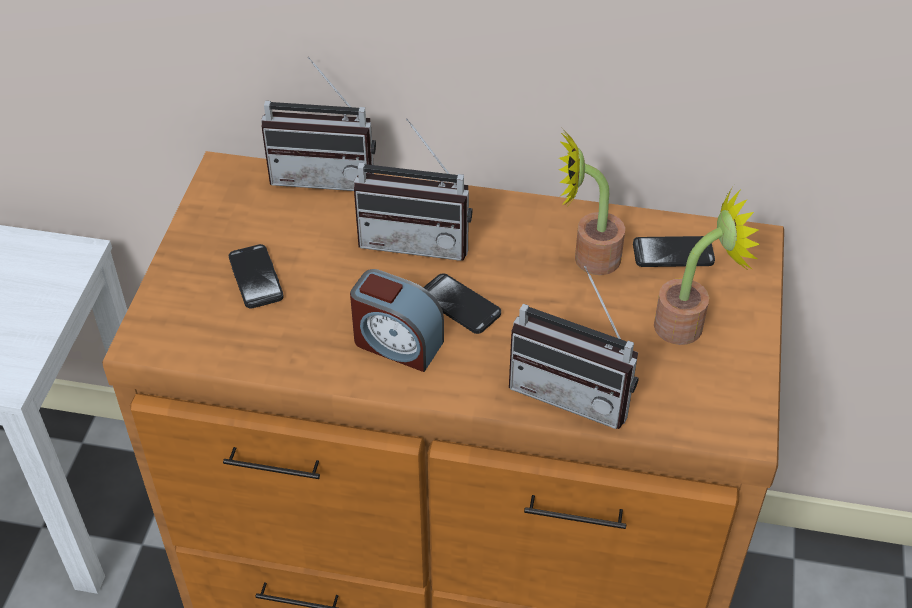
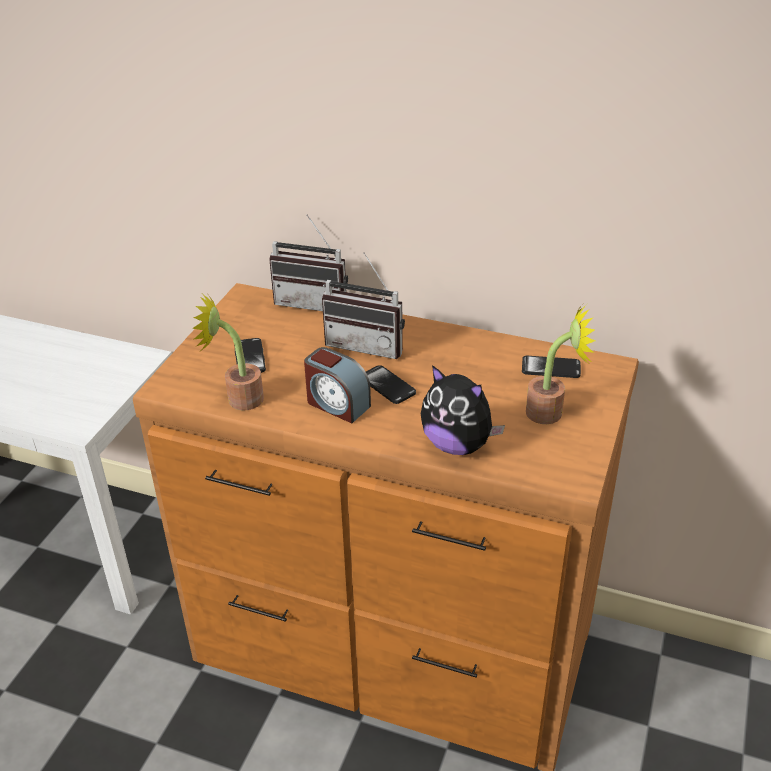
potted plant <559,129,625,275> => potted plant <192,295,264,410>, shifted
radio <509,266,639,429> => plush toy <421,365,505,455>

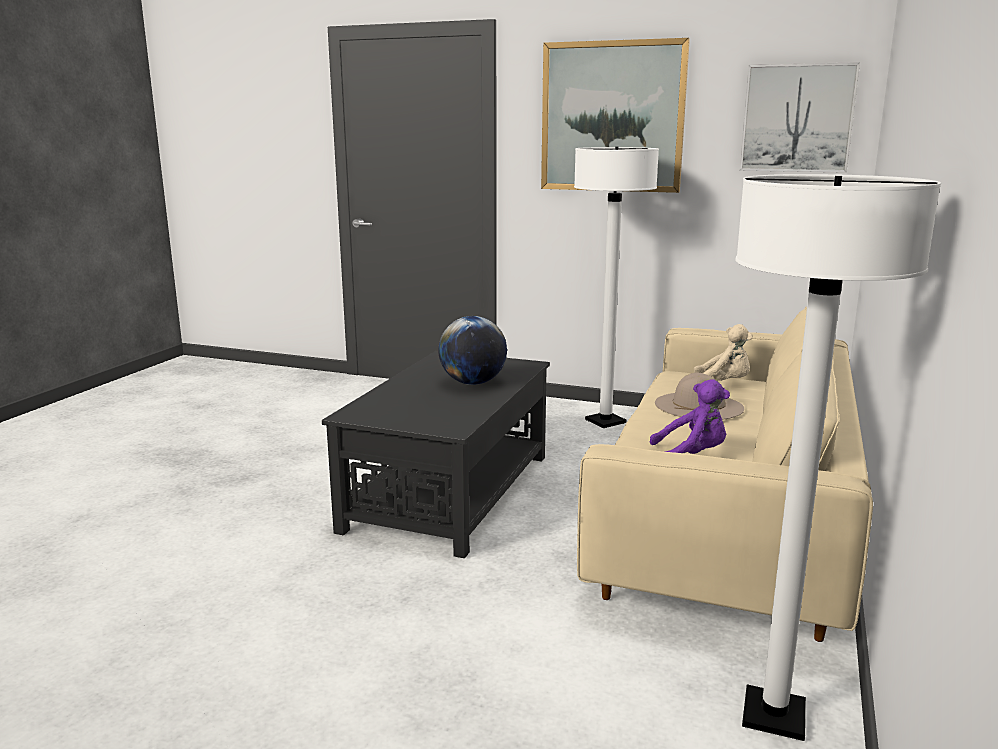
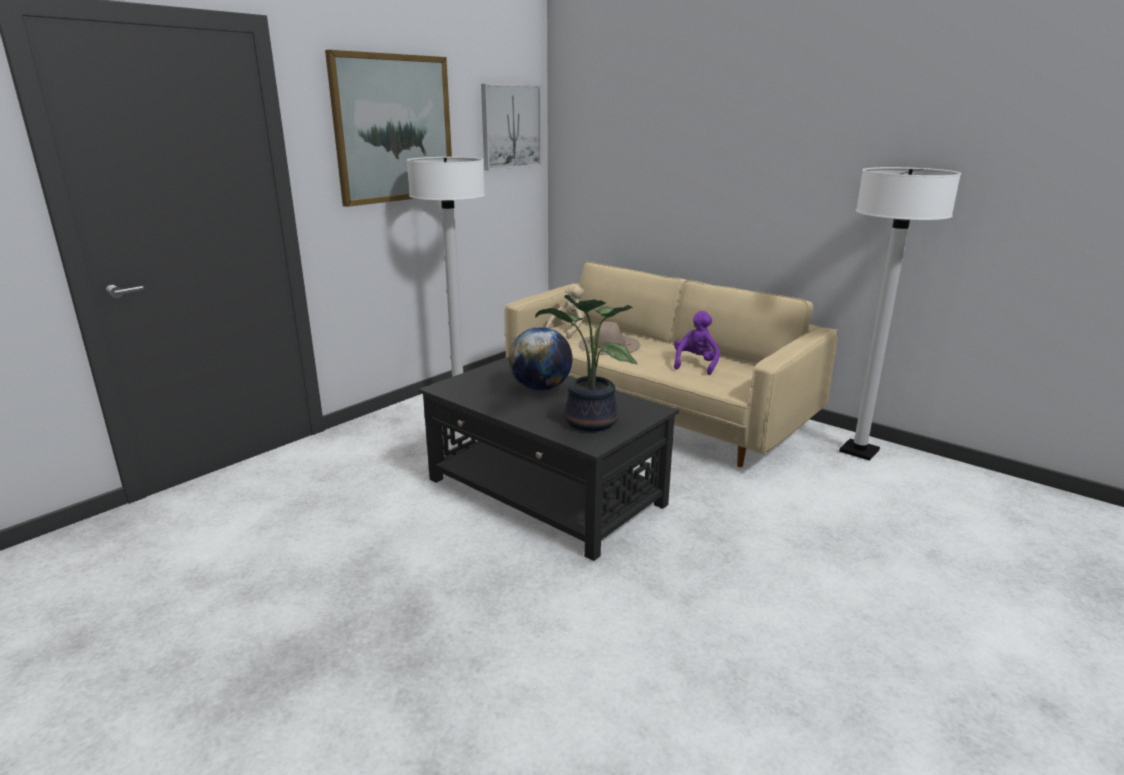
nothing => potted plant <535,295,637,432>

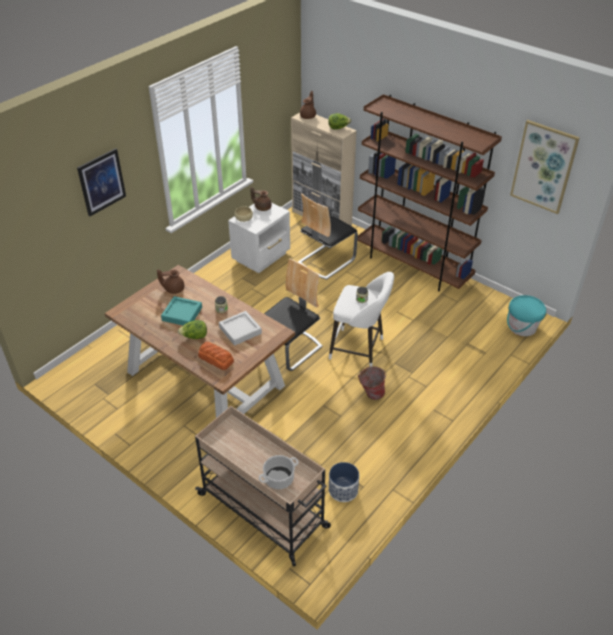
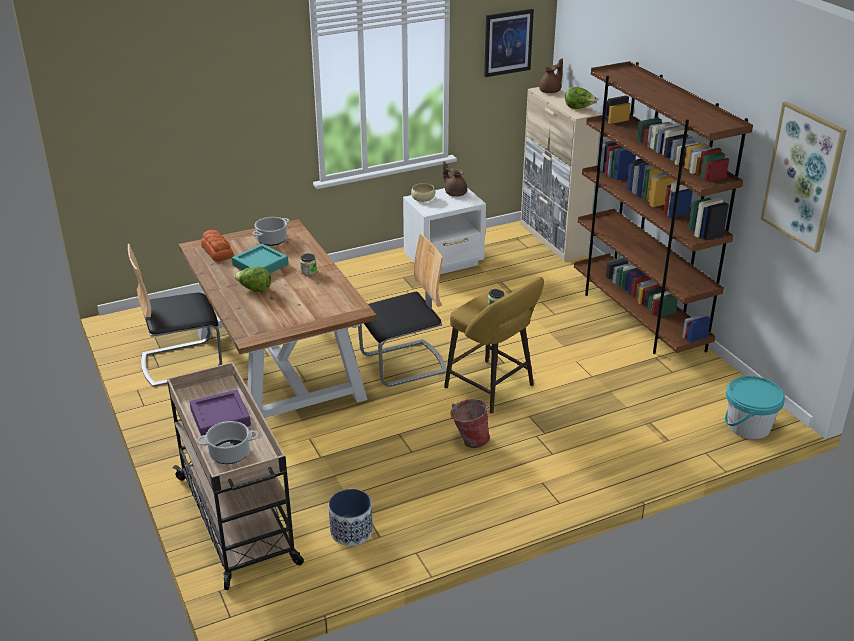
grey tray <219,311,262,346> => nothing
nothing => purple tray <190,390,251,436>
picture <77,148,126,216> => picture <484,9,534,77>, shifted
bread <198,342,234,370> => bread <201,230,234,261>, shifted
chair <298,194,358,280> => chair <128,244,222,387>, shifted
brown teapot <157,269,184,294> => cooking pot <252,217,289,246>
white stool <329,272,394,367> => yellow stool <444,277,544,414>

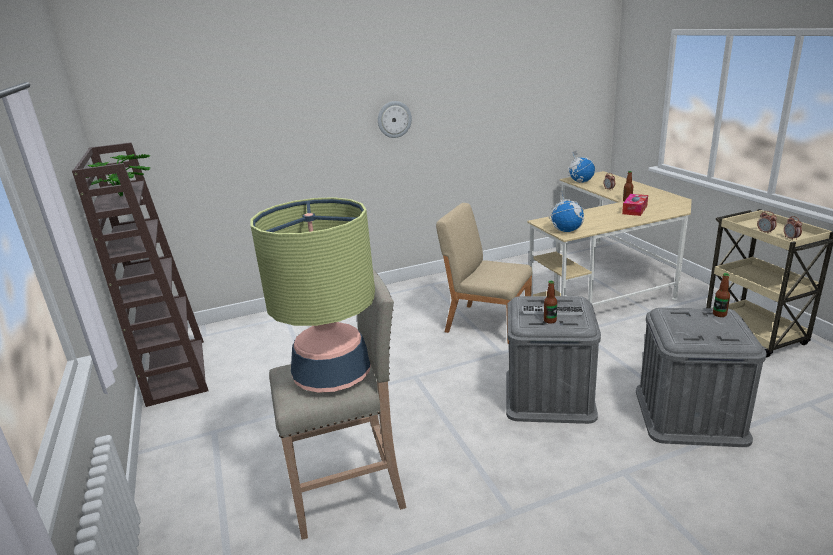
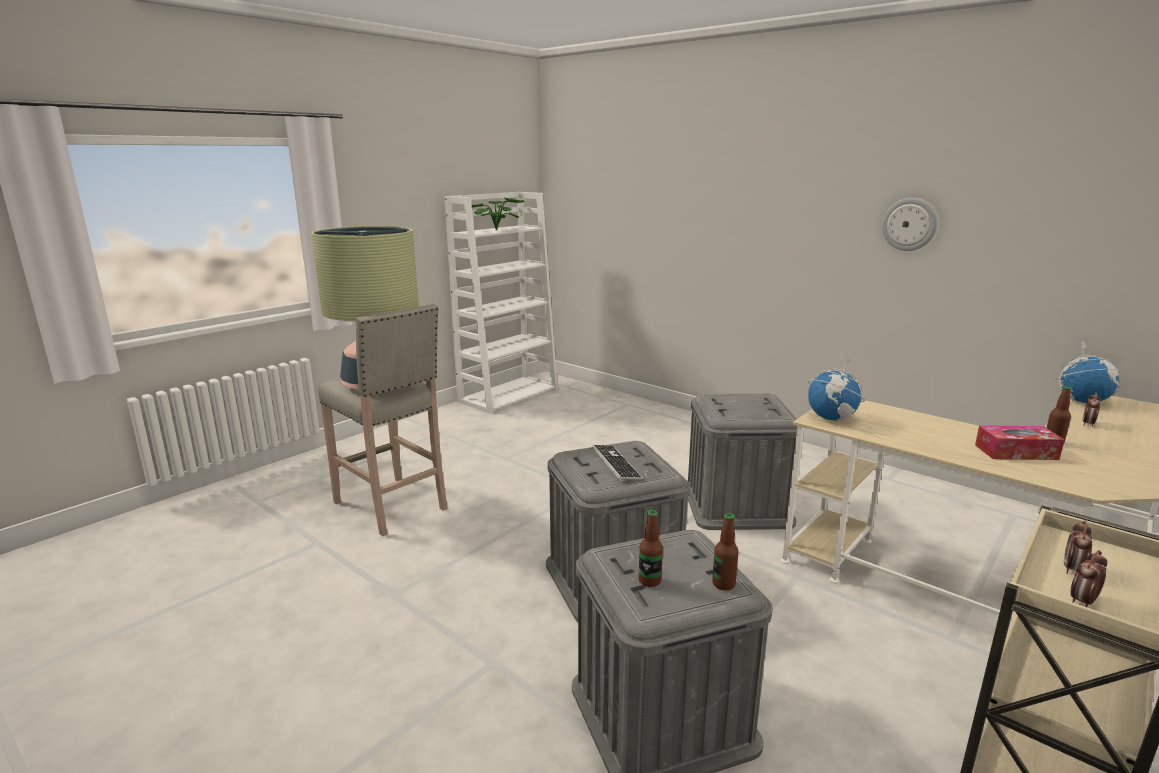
wall clock <378,101,412,138> => wall clock <882,198,938,251>, shifted
bottle <544,281,557,324> => bottle <639,510,663,587>, shifted
beige chair <436,203,533,344> => grey storage box <688,393,797,530>
brown bookcase <72,142,208,407> => white bookcase <444,192,558,414>

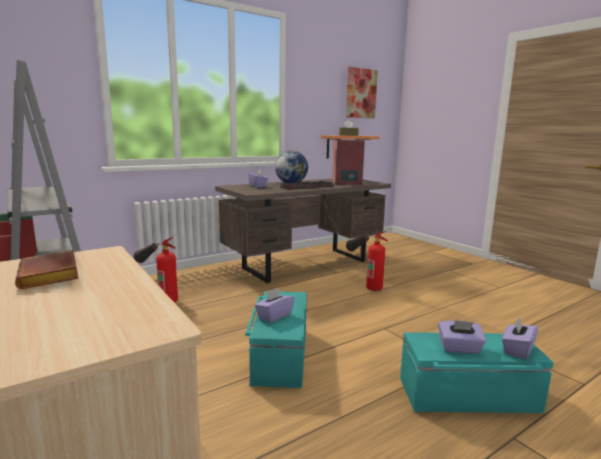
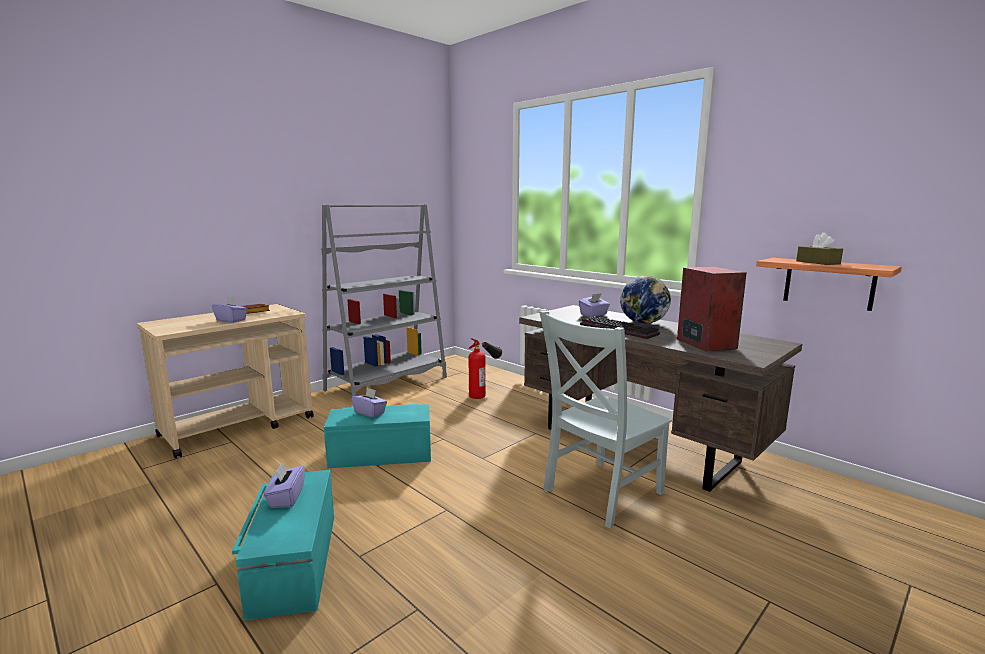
picture <346,67,378,118> => nothing
purple tissue box <502,317,538,360> => purple tissue box <212,297,248,323>, shifted
fire extinguisher <346,231,388,291> => grey chair <539,311,672,528>

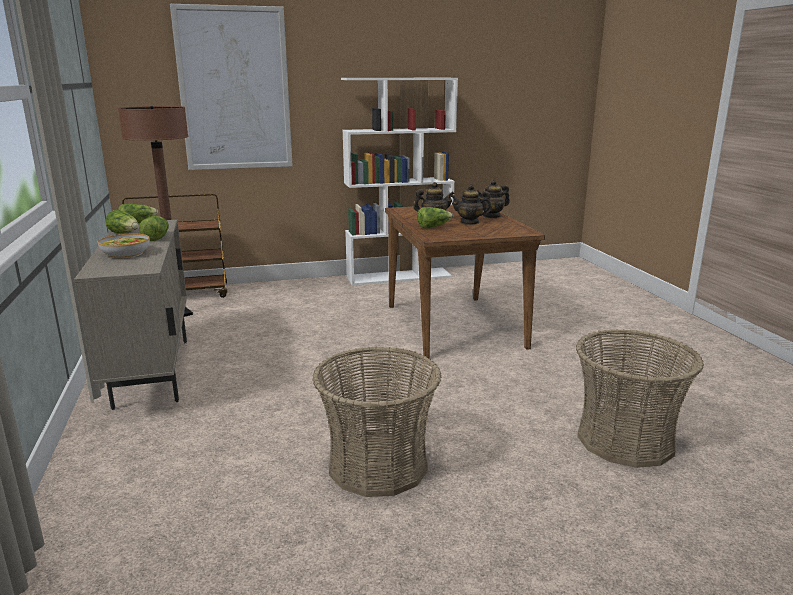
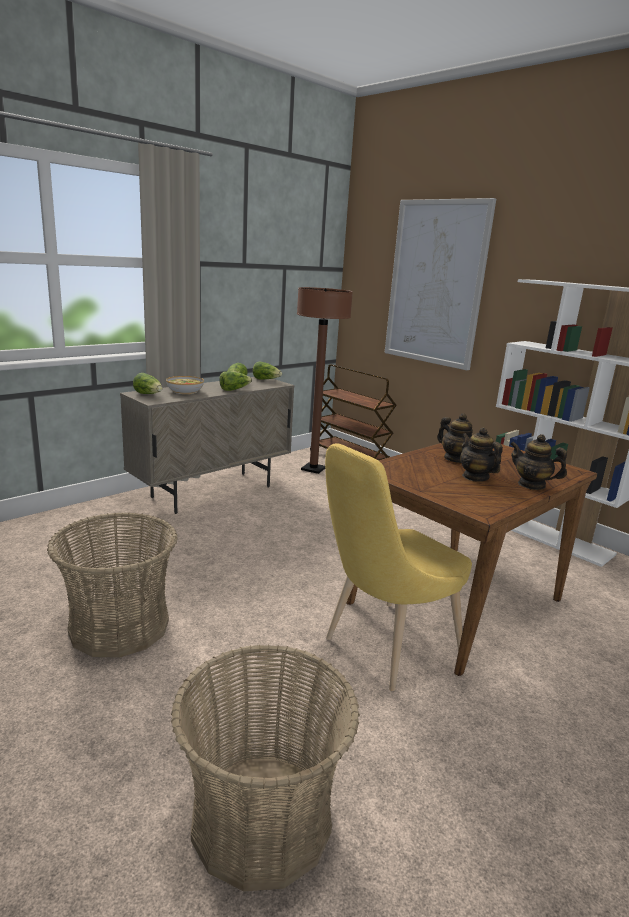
nothing => yellow chair <325,443,472,691>
lettuce <417,207,453,229> => lettuce <133,373,162,394>, shifted

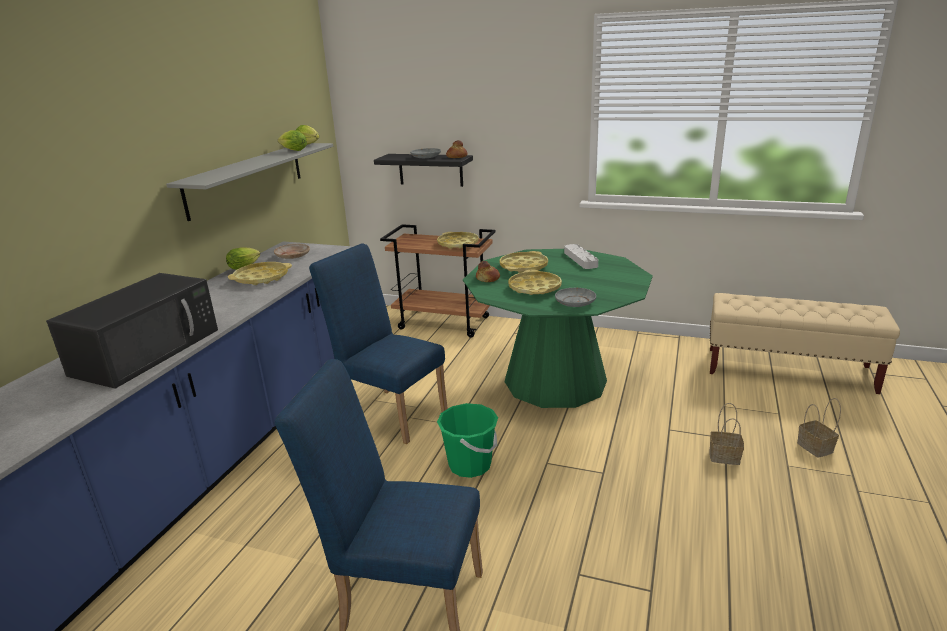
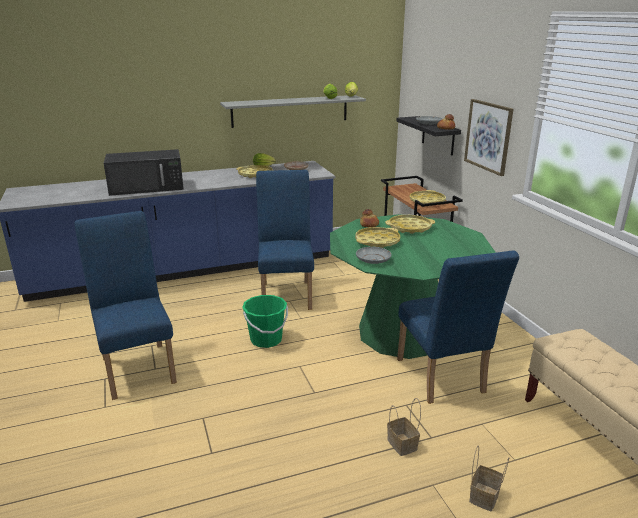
grey tray <564,244,598,269> => nothing
nothing => blue chair <397,250,519,404>
nothing => picture <464,99,514,176>

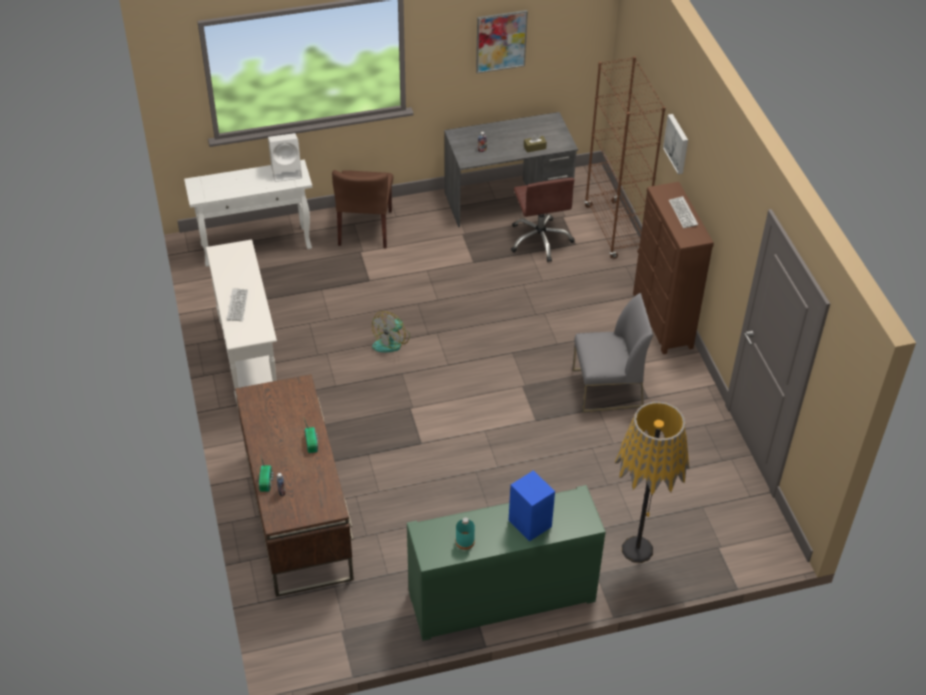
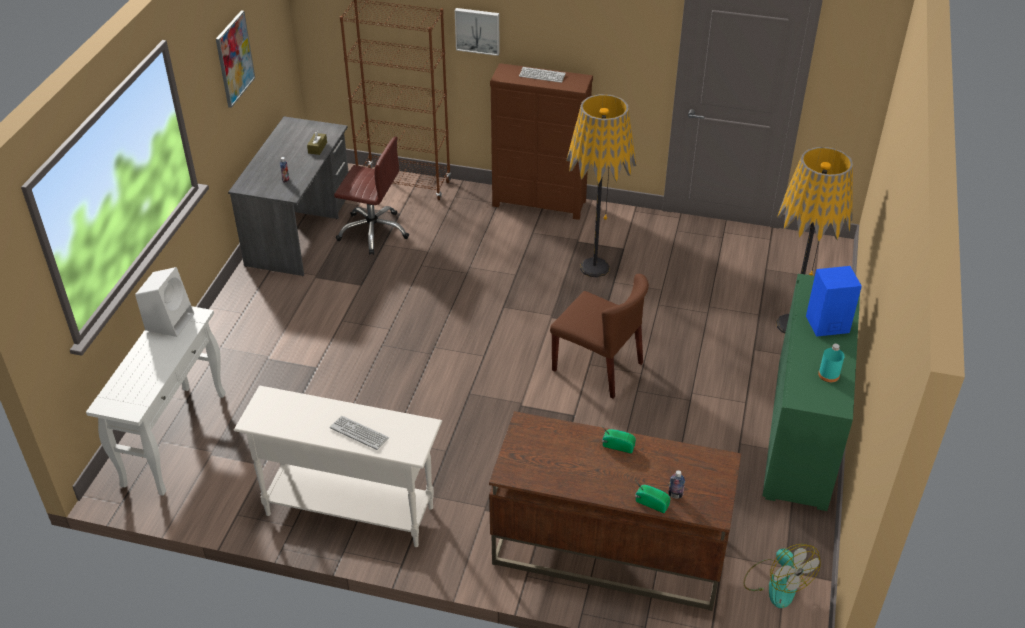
brown chair <332,170,393,248> => brown chair <550,274,649,399>, shifted
fan <372,312,410,352> => fan <743,544,821,608>, shifted
grey chair <572,293,653,413> => floor lamp <566,94,636,278>

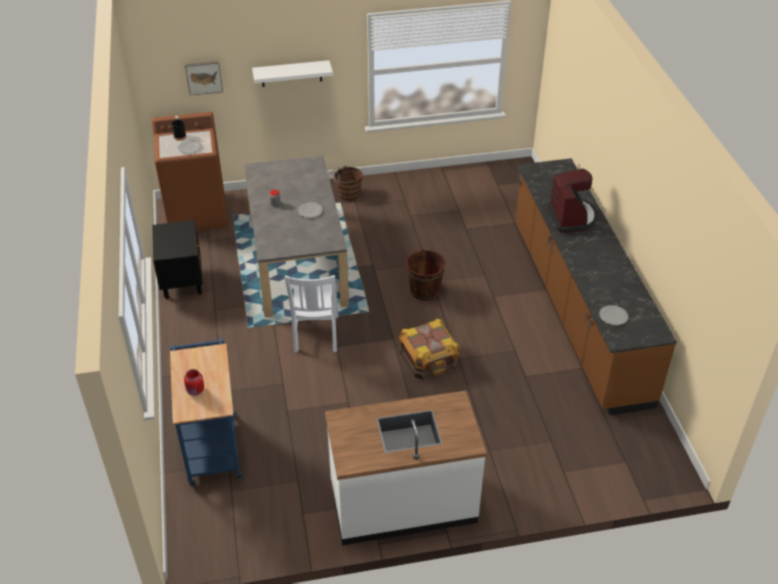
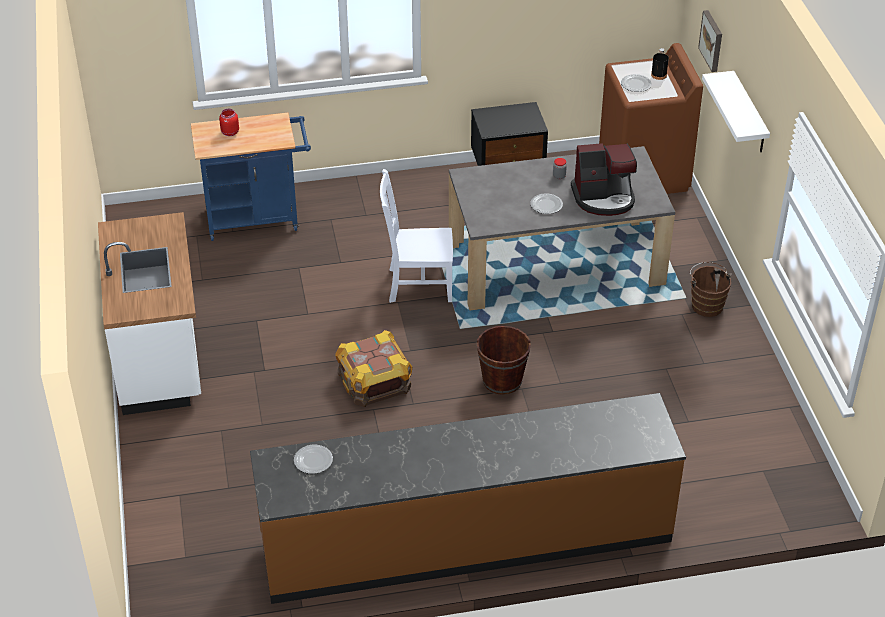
coffee machine <548,169,597,233> => coffee machine <571,143,637,216>, shifted

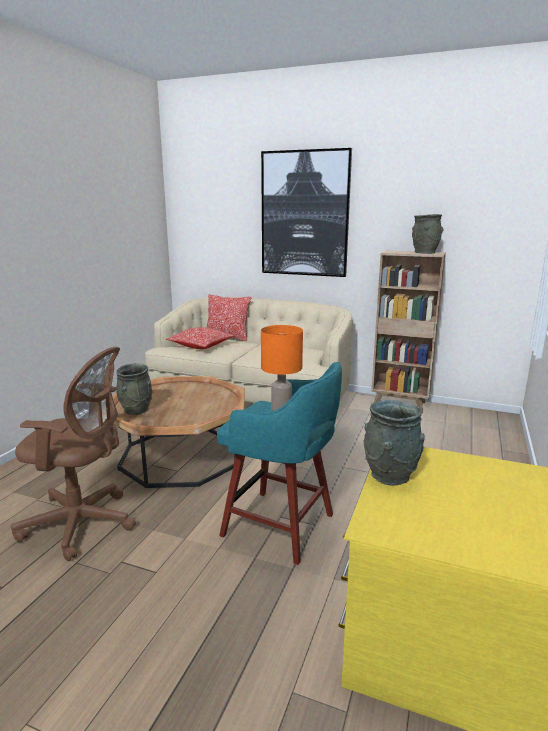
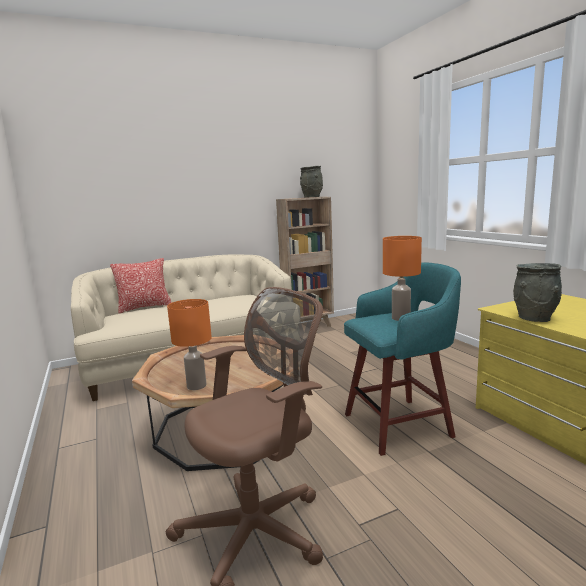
pillow <166,327,235,349> => nothing
picture <261,148,352,277> => nothing
grey vase <116,364,153,415> => orange table lamp <167,299,212,390>

